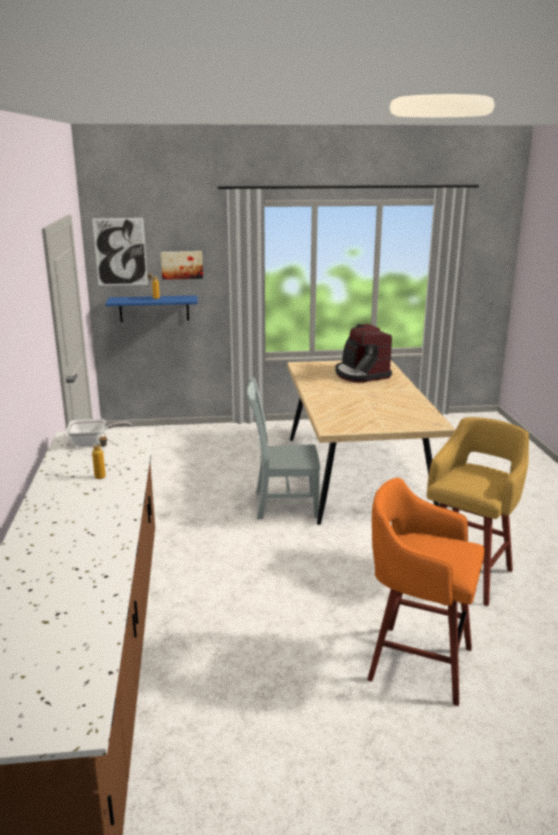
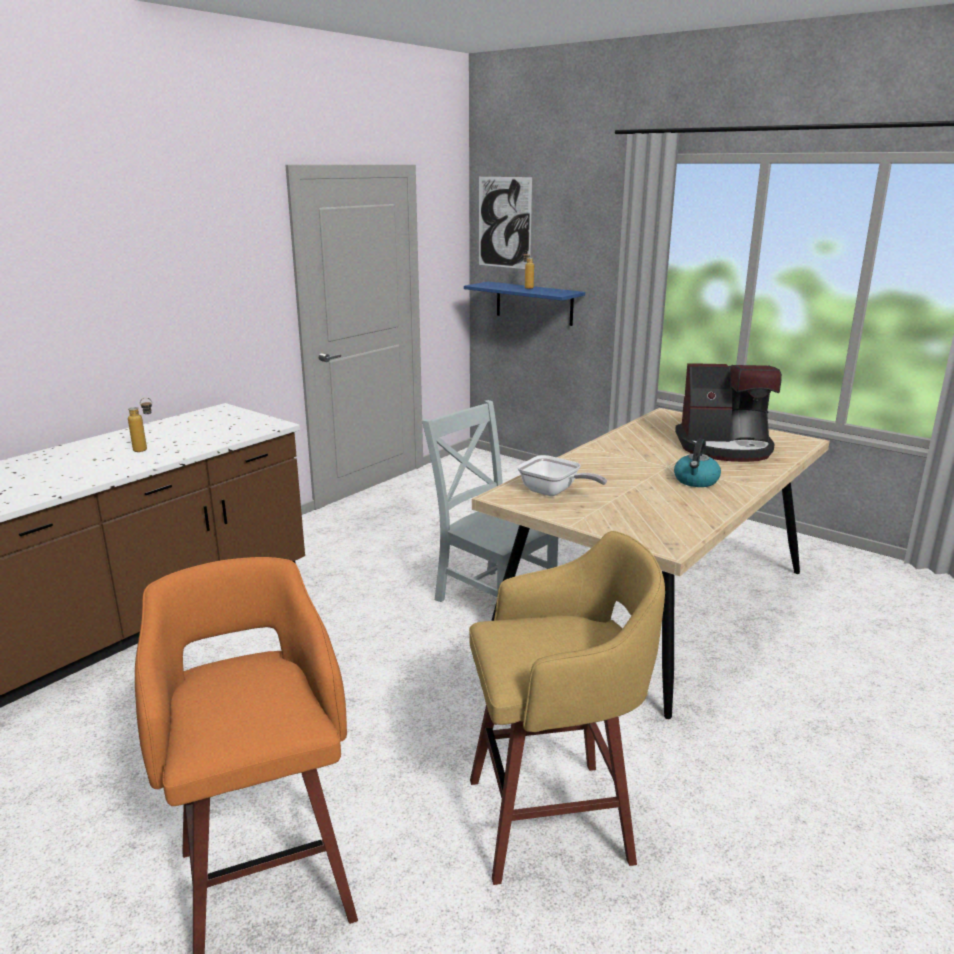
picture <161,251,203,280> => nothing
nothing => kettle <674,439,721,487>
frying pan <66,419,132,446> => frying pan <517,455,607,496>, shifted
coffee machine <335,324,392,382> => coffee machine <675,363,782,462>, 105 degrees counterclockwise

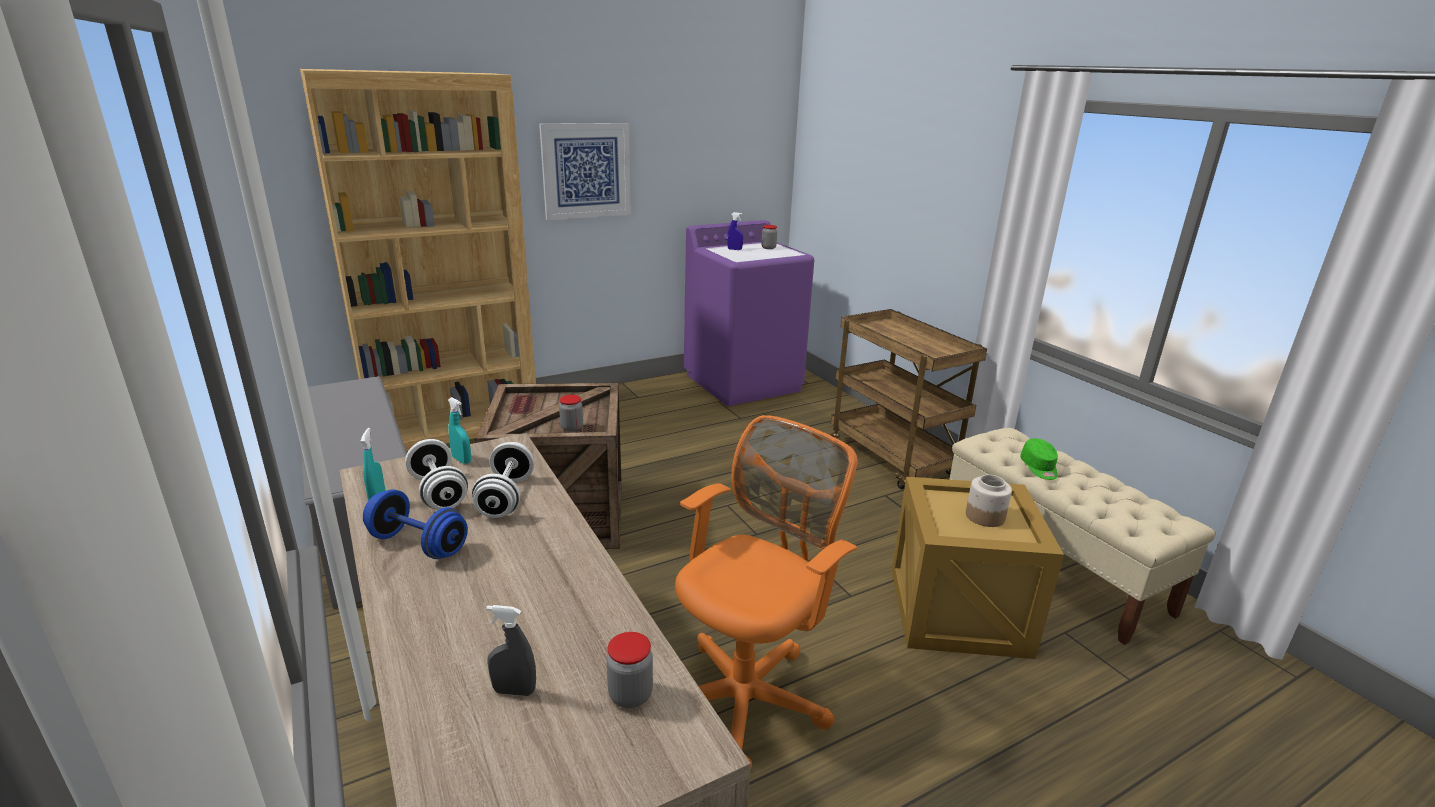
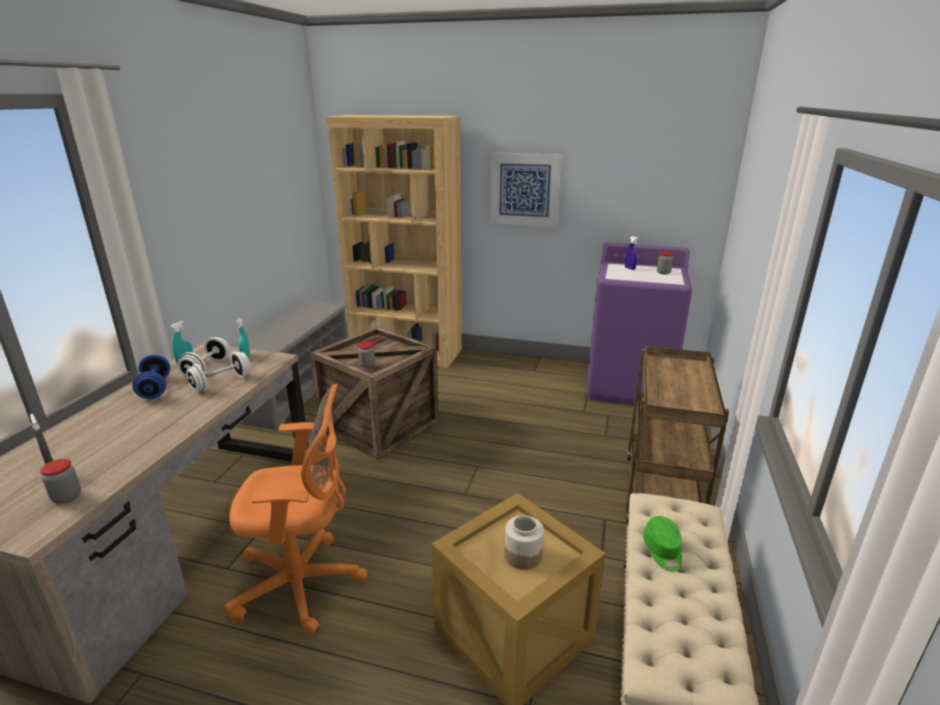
green cap <1020,438,1058,480> => green cap <643,516,682,571>, 45 degrees counterclockwise

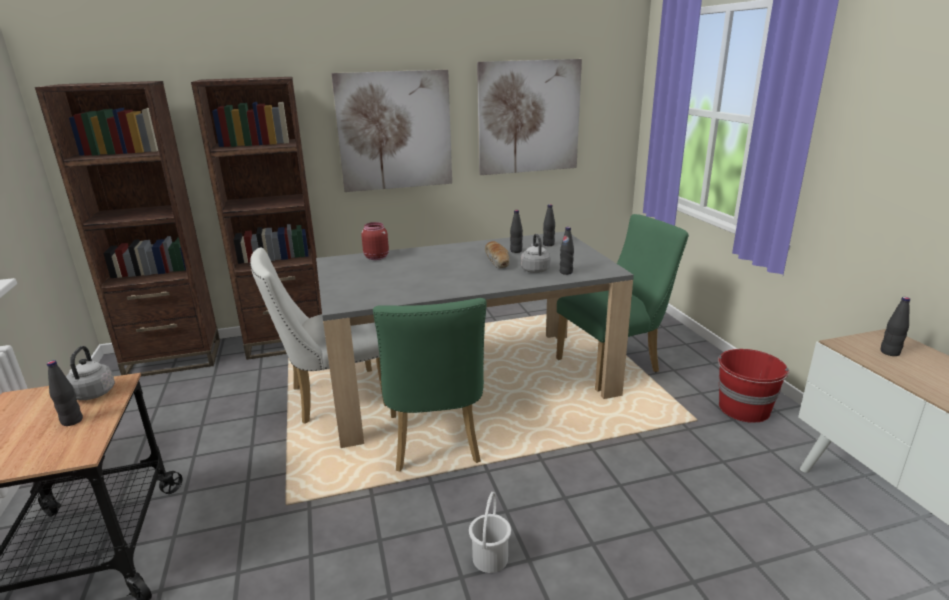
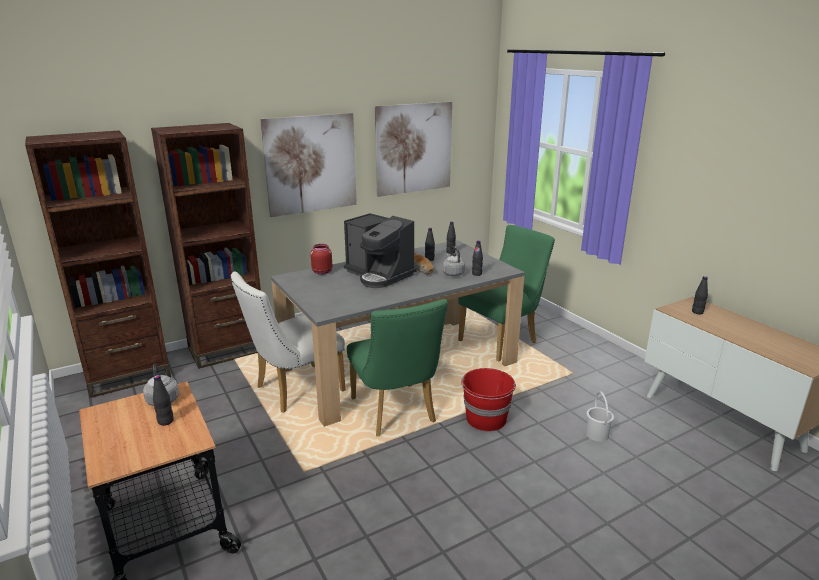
nothing => coffee machine <344,213,416,288>
white bucket <469,492,511,573> => white bucket <586,391,614,442>, shifted
red bucket <718,349,789,423> => red bucket <461,368,516,431>, shifted

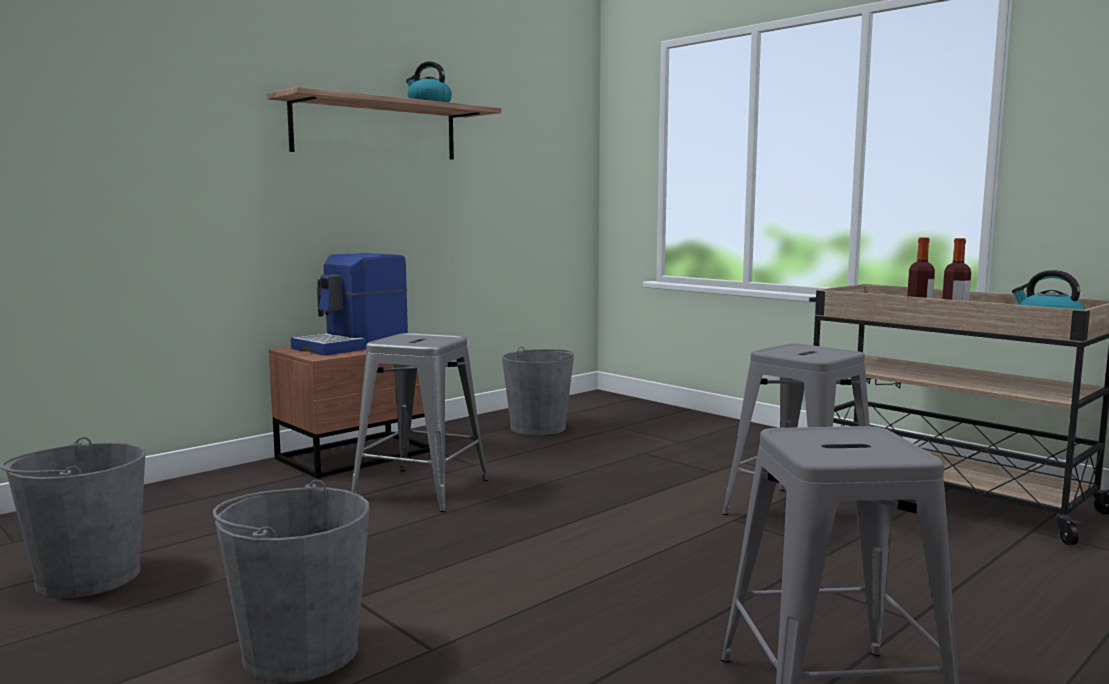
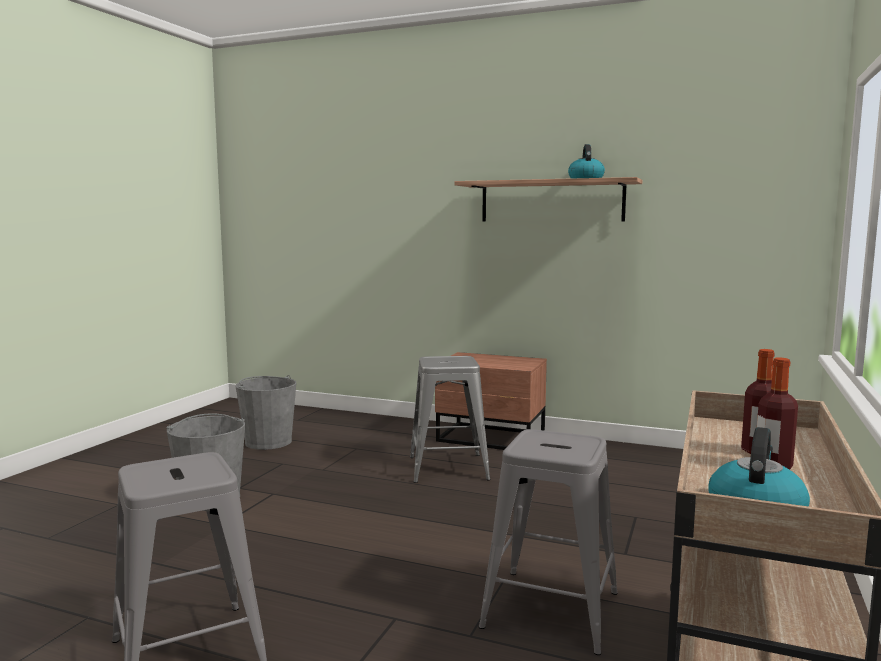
coffee machine <291,253,408,356> => nothing
grey bucket <502,347,574,435> => nothing

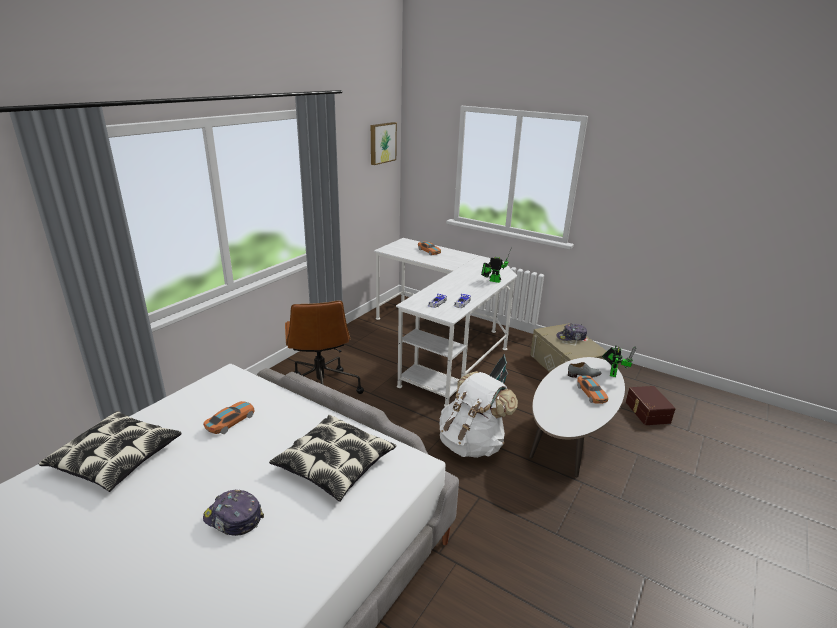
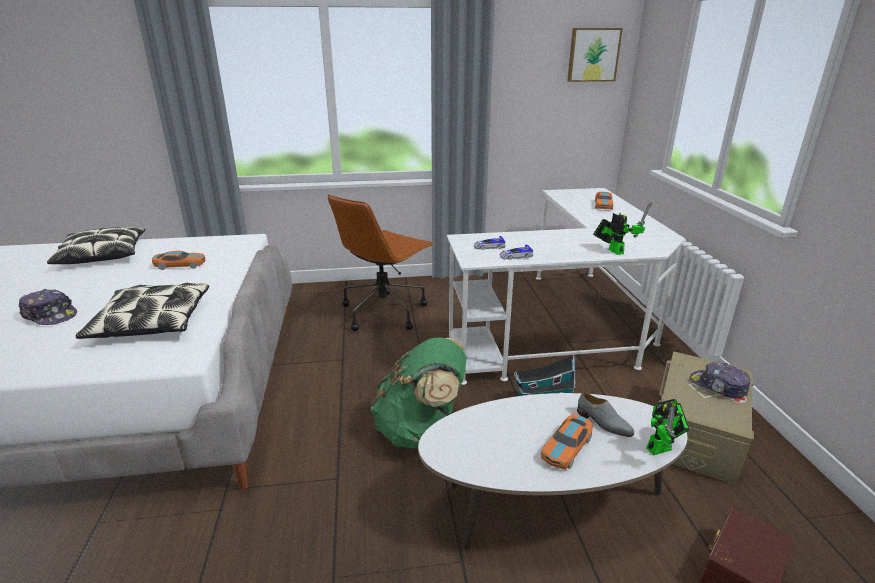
white backpack <439,371,518,458> => green backpack <371,337,466,448>
cap <203,490,264,536> => cap <19,289,77,325>, 135 degrees clockwise

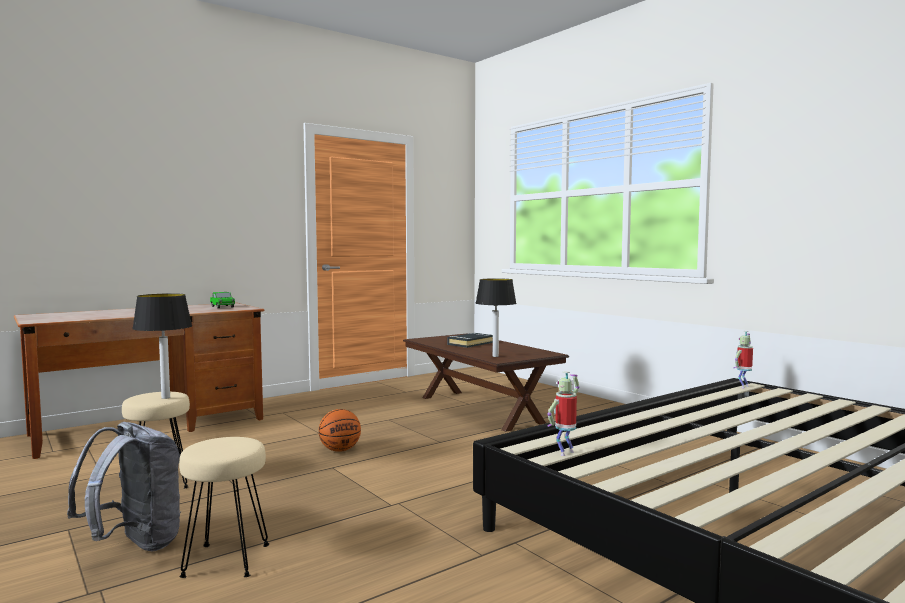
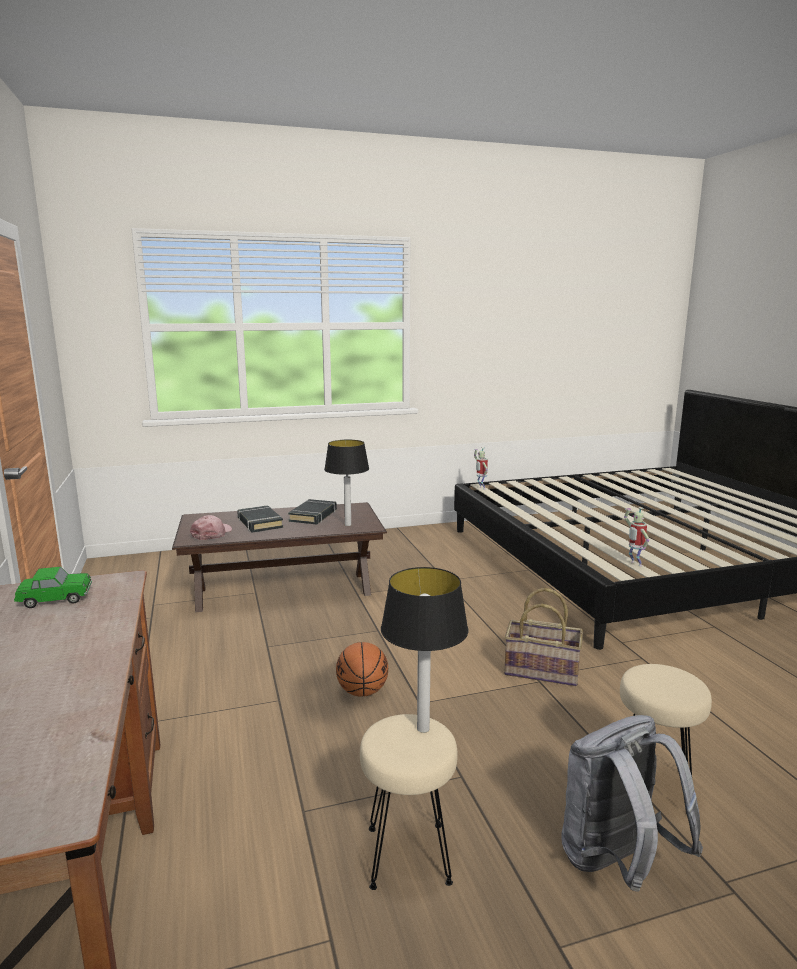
nothing => pink cap <190,515,232,540>
nothing => black book <288,499,337,524>
nothing => basket <504,588,583,686>

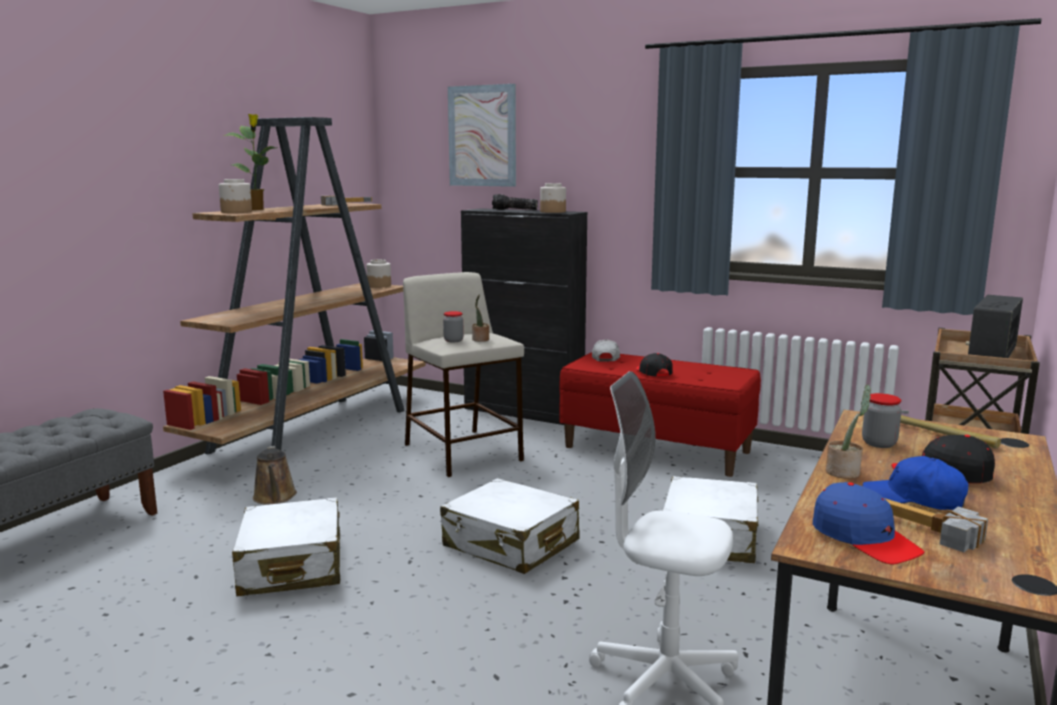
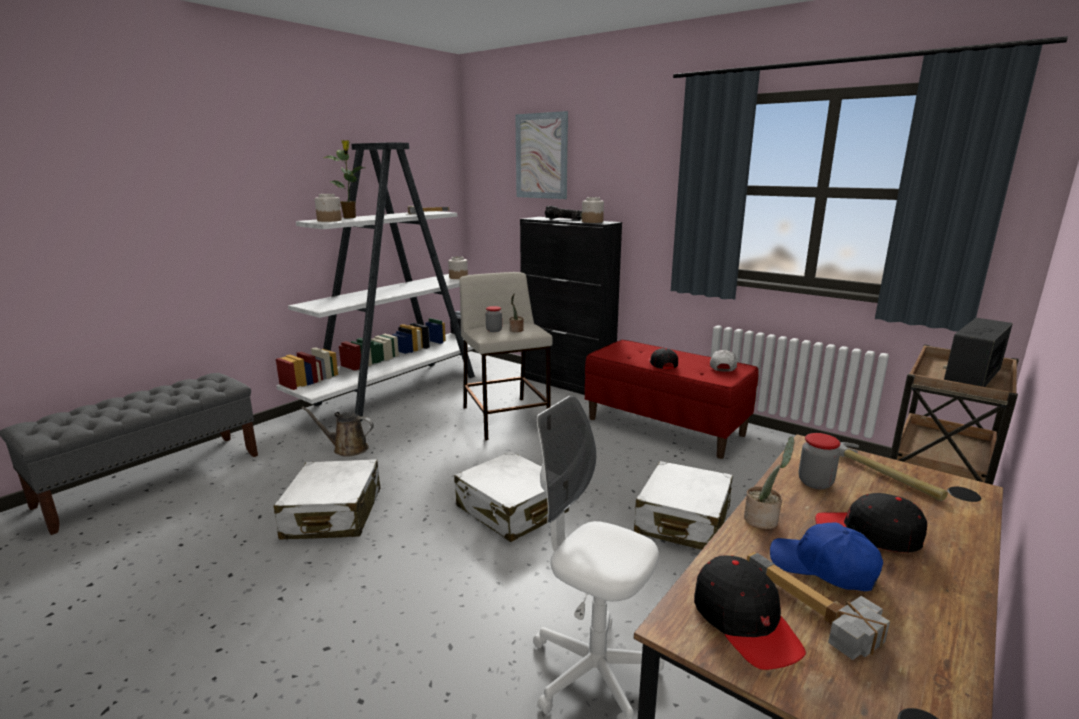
white cap <592,339,620,361> => white cap <710,350,737,372>, shifted
brown bookcase <163,117,426,454> => white bookcase <276,142,475,422>
blue cap <813,482,925,564> => black cap <694,555,806,670>
brown watering can <253,446,297,505> => brown watering can <302,407,374,457>, 105 degrees clockwise

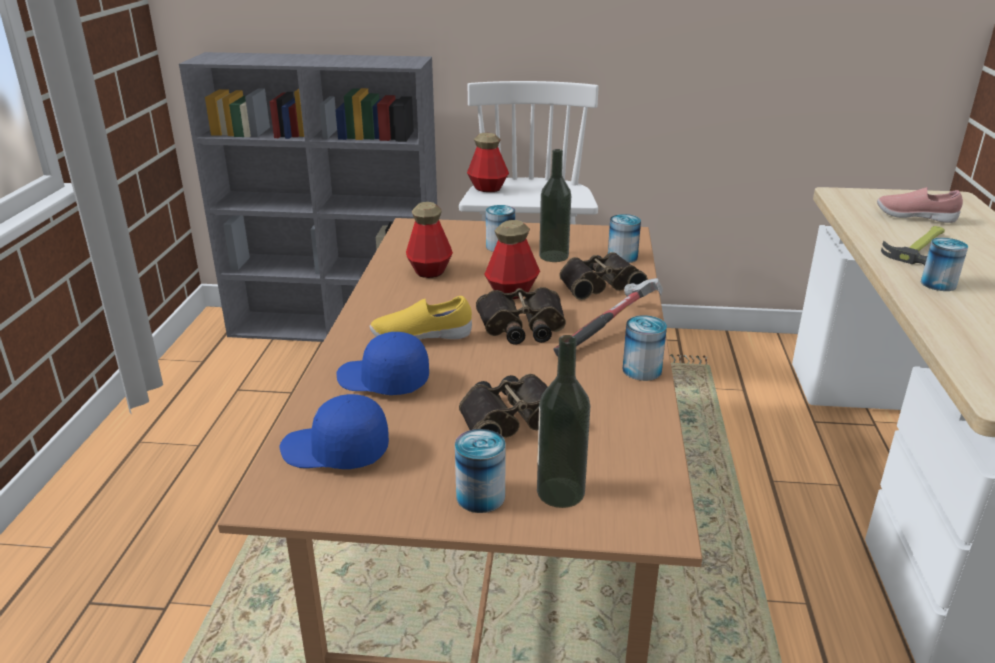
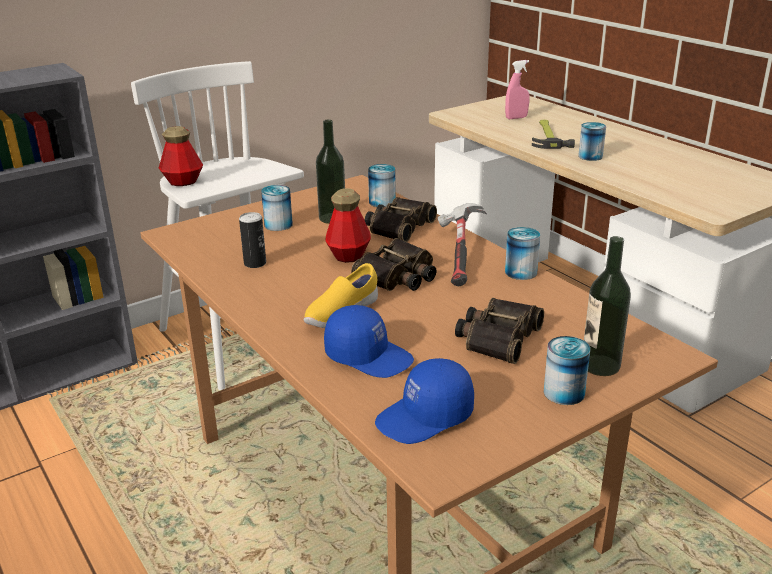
bottle <406,202,453,278> => can <239,212,266,268>
pink shoe <877,187,963,223> => pink spray bottle <505,60,530,119>
blue cap <336,332,429,395> => blue cap <324,305,414,378>, 135 degrees counterclockwise

